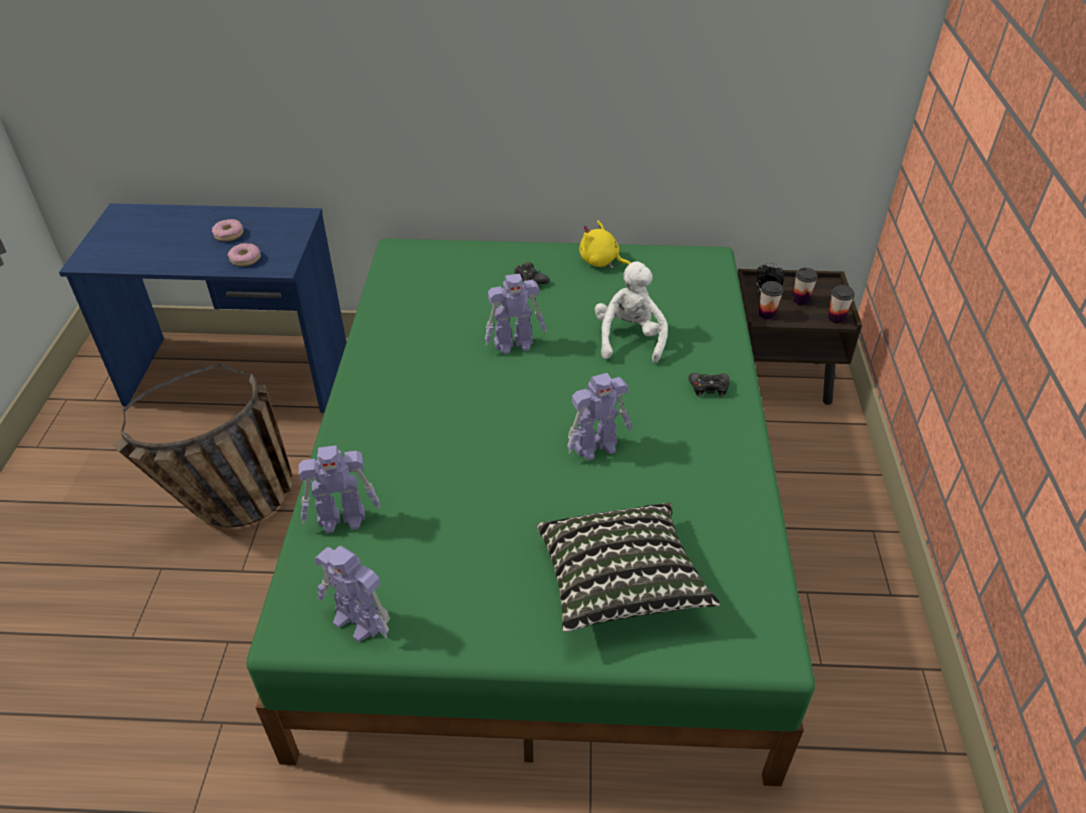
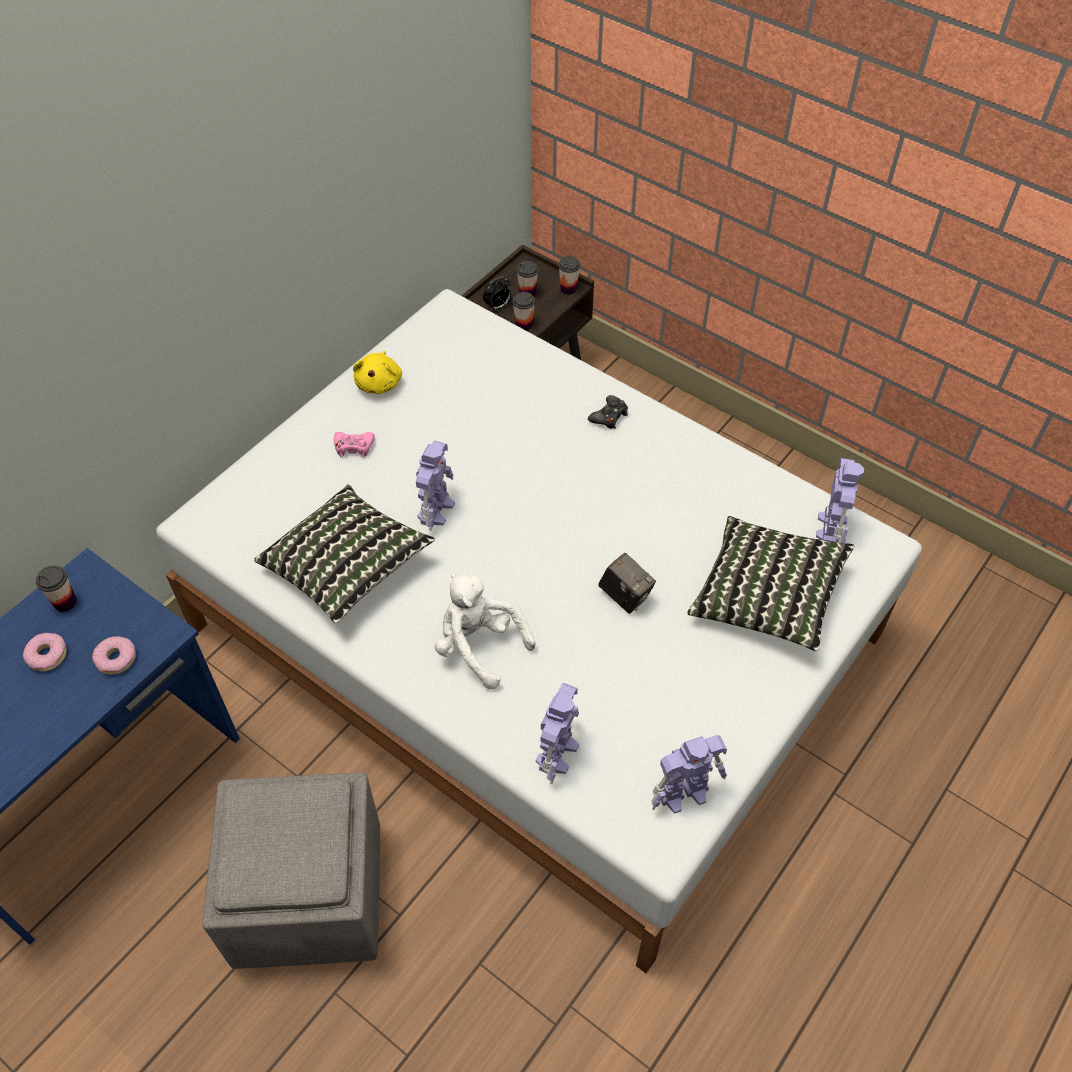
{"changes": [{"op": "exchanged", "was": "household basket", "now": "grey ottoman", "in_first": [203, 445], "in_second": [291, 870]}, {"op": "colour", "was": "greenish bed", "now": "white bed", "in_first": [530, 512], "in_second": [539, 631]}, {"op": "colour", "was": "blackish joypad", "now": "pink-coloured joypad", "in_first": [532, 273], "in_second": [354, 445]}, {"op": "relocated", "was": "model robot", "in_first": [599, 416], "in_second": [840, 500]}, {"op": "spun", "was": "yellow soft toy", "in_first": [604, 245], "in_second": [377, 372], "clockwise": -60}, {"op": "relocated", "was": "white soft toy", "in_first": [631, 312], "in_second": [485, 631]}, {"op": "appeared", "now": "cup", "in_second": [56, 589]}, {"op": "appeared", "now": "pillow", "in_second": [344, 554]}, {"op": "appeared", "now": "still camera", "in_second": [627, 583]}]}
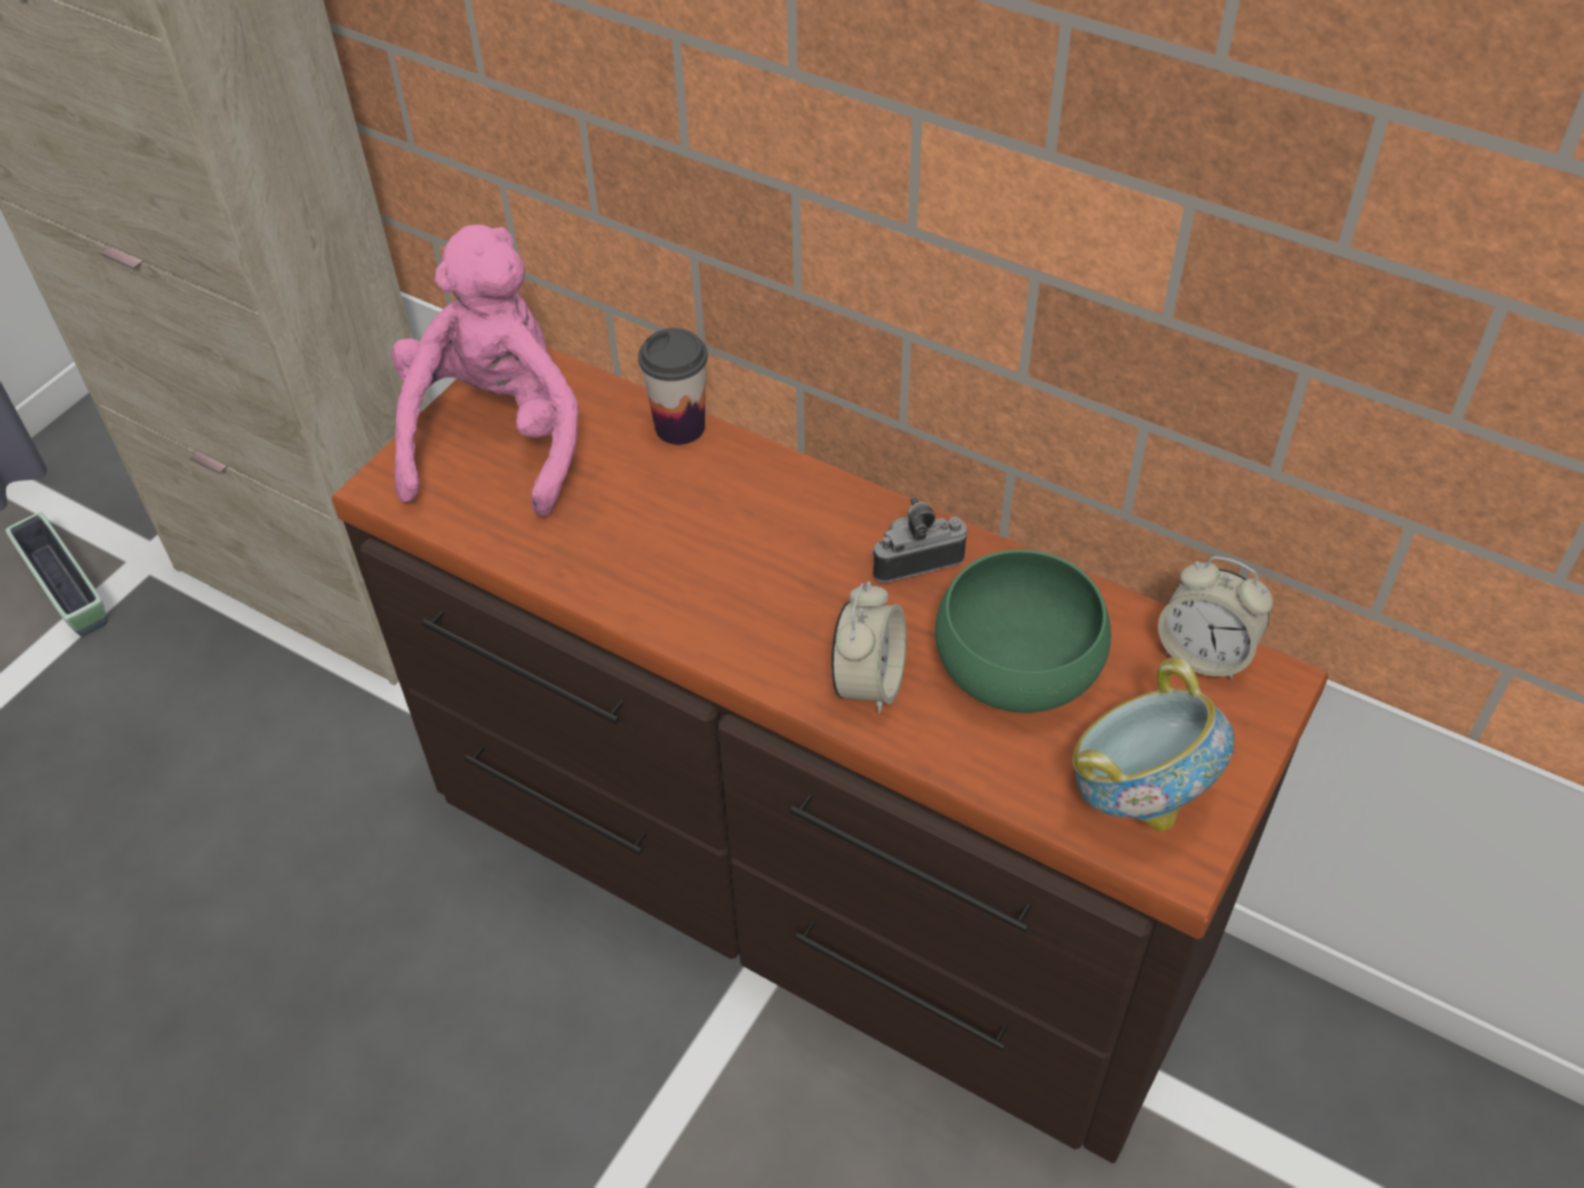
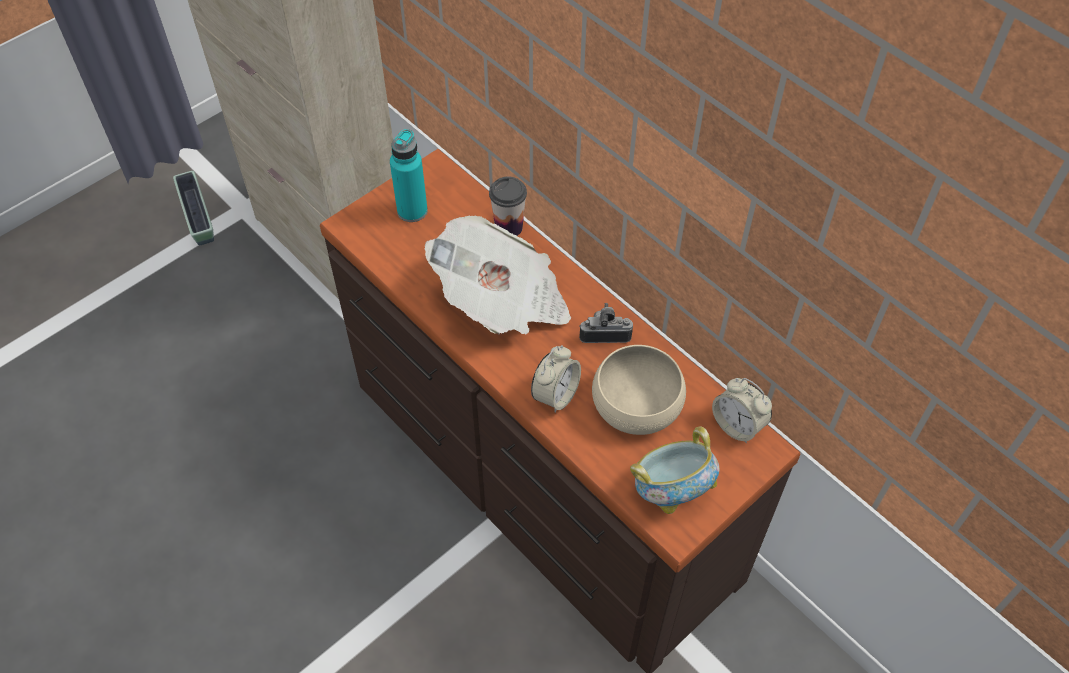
{"changes": [{"op": "exchanged", "was": "pink-coloured soft toy", "now": "blue-green drink bottle", "in_first": [485, 371], "in_second": [409, 175]}, {"op": "colour", "was": "greenish deep dish", "now": "sand-coloured deep dish", "in_first": [1023, 631], "in_second": [639, 390]}, {"op": "appeared", "now": "printed paper", "in_second": [498, 275]}]}
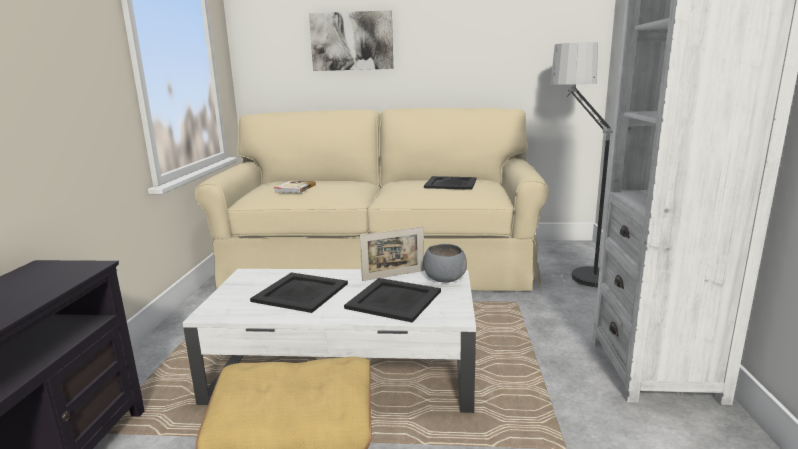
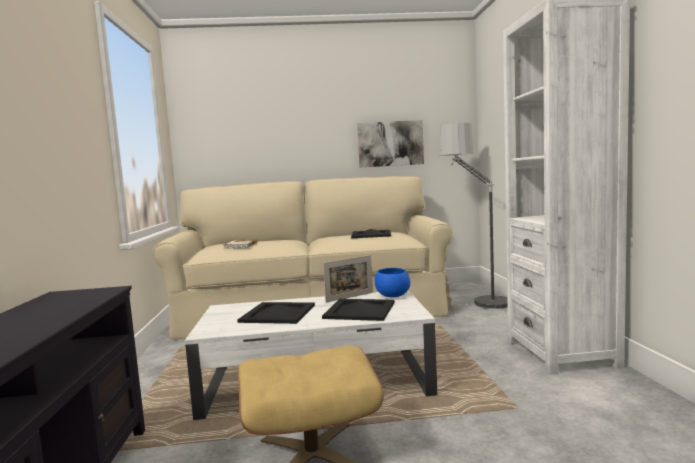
{"changes": [{"op": "relocated", "was": "wall art", "in_first": [351, 40], "in_second": [390, 143]}, {"op": "colour", "was": "grey deep dish", "now": "blue deep dish", "in_first": [445, 263], "in_second": [392, 282]}]}
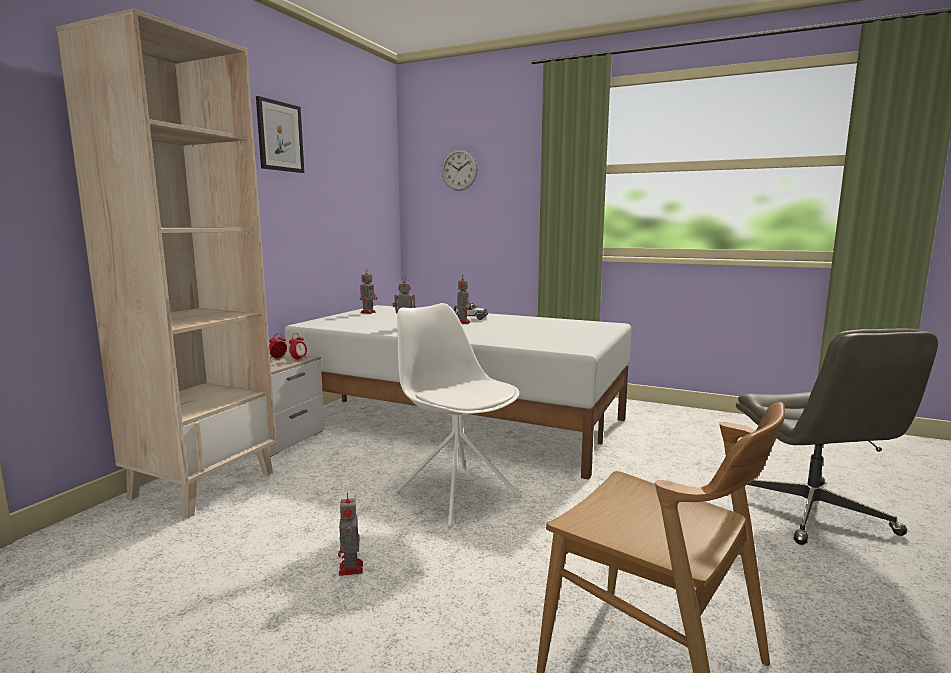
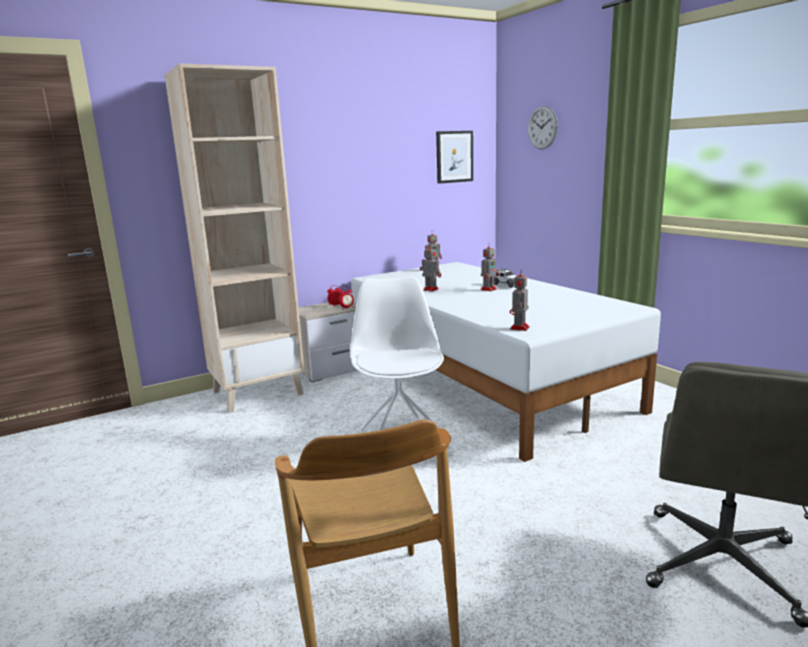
{"changes": [{"op": "relocated", "was": "wall art", "in_first": [280, 134], "in_second": [454, 157]}, {"op": "relocated", "was": "model robot", "in_first": [350, 534], "in_second": [520, 300]}]}
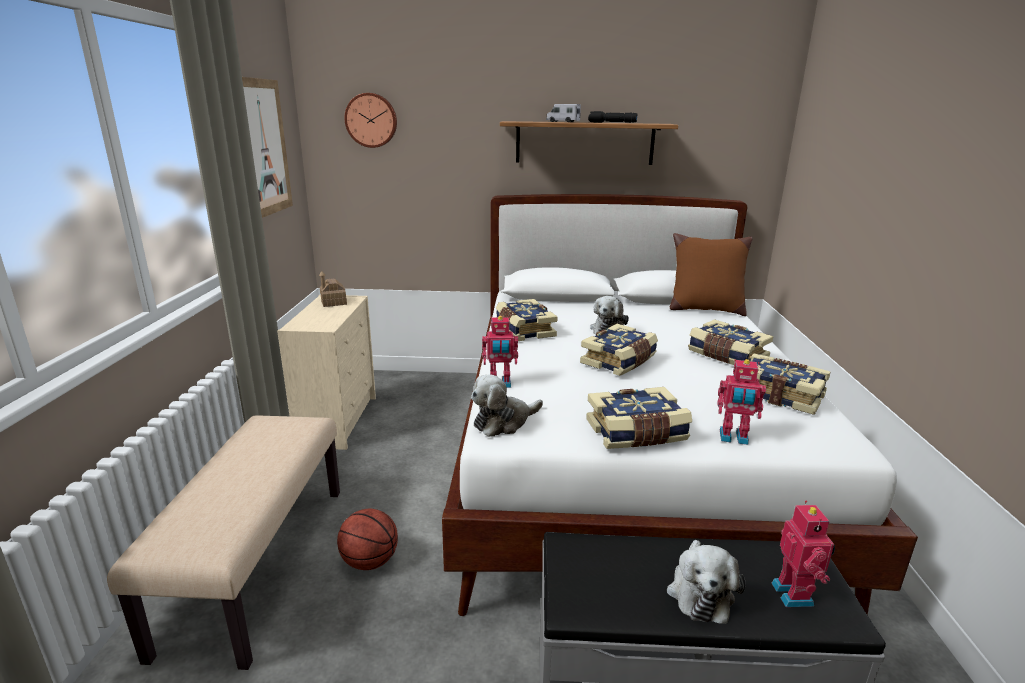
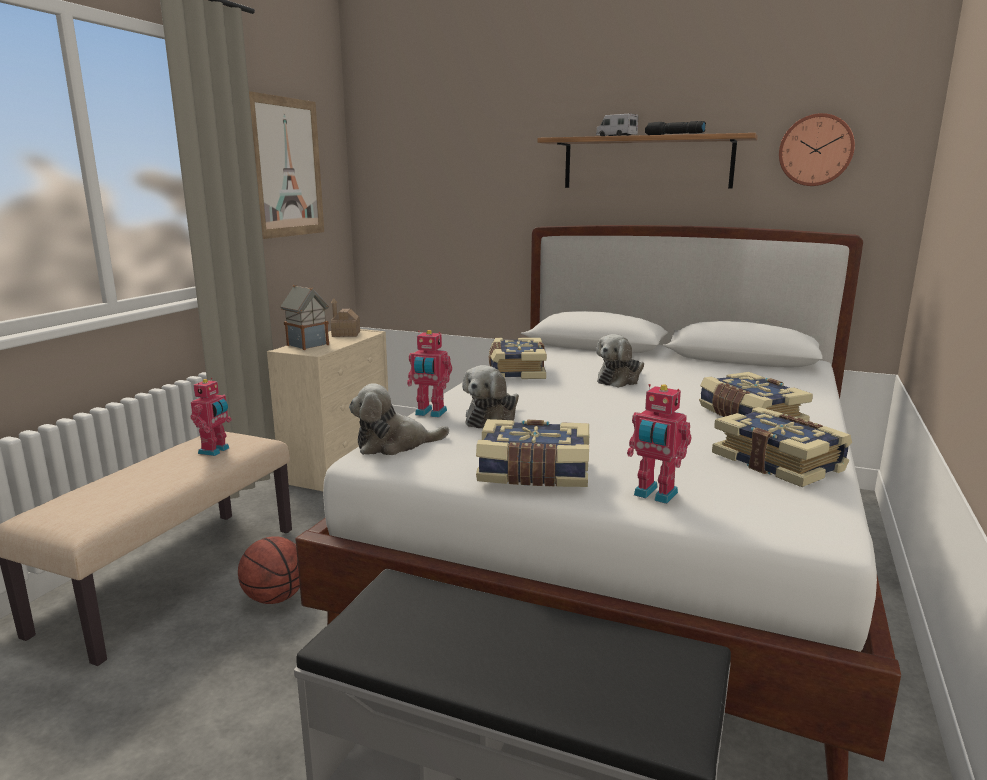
{"changes": [{"op": "relocated", "was": "wall clock", "in_first": [370, 120], "in_second": [817, 149]}, {"op": "missing", "was": "book", "in_first": [619, 350]}, {"op": "relocated", "was": "soft toy", "in_first": [706, 582], "in_second": [490, 396]}, {"op": "missing", "was": "brown-coloured pillow", "in_first": [711, 274]}, {"op": "relocated", "was": "model robot", "in_first": [803, 554], "in_second": [211, 417]}, {"op": "appeared", "now": "model house", "in_second": [304, 317]}]}
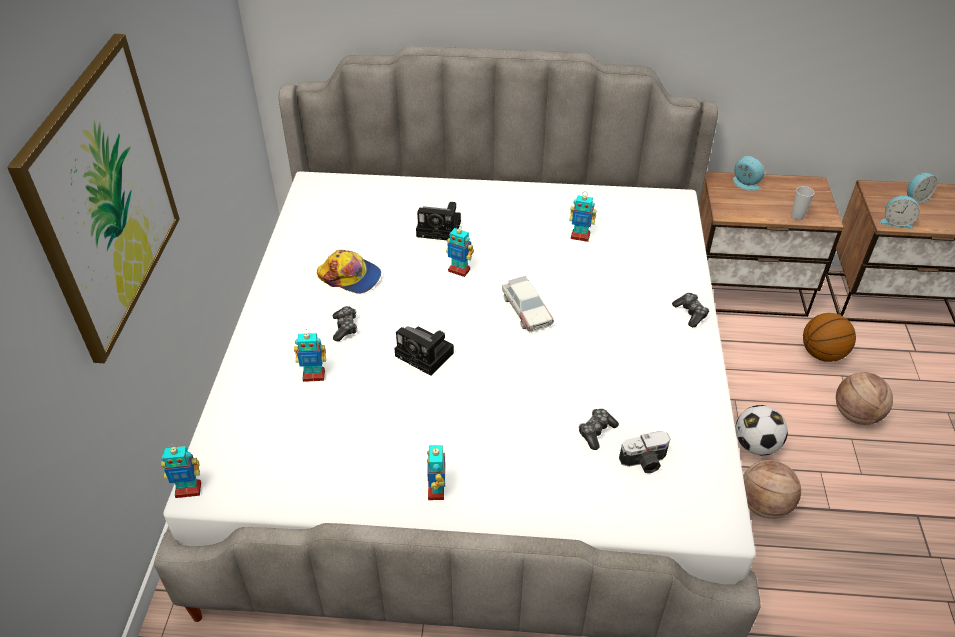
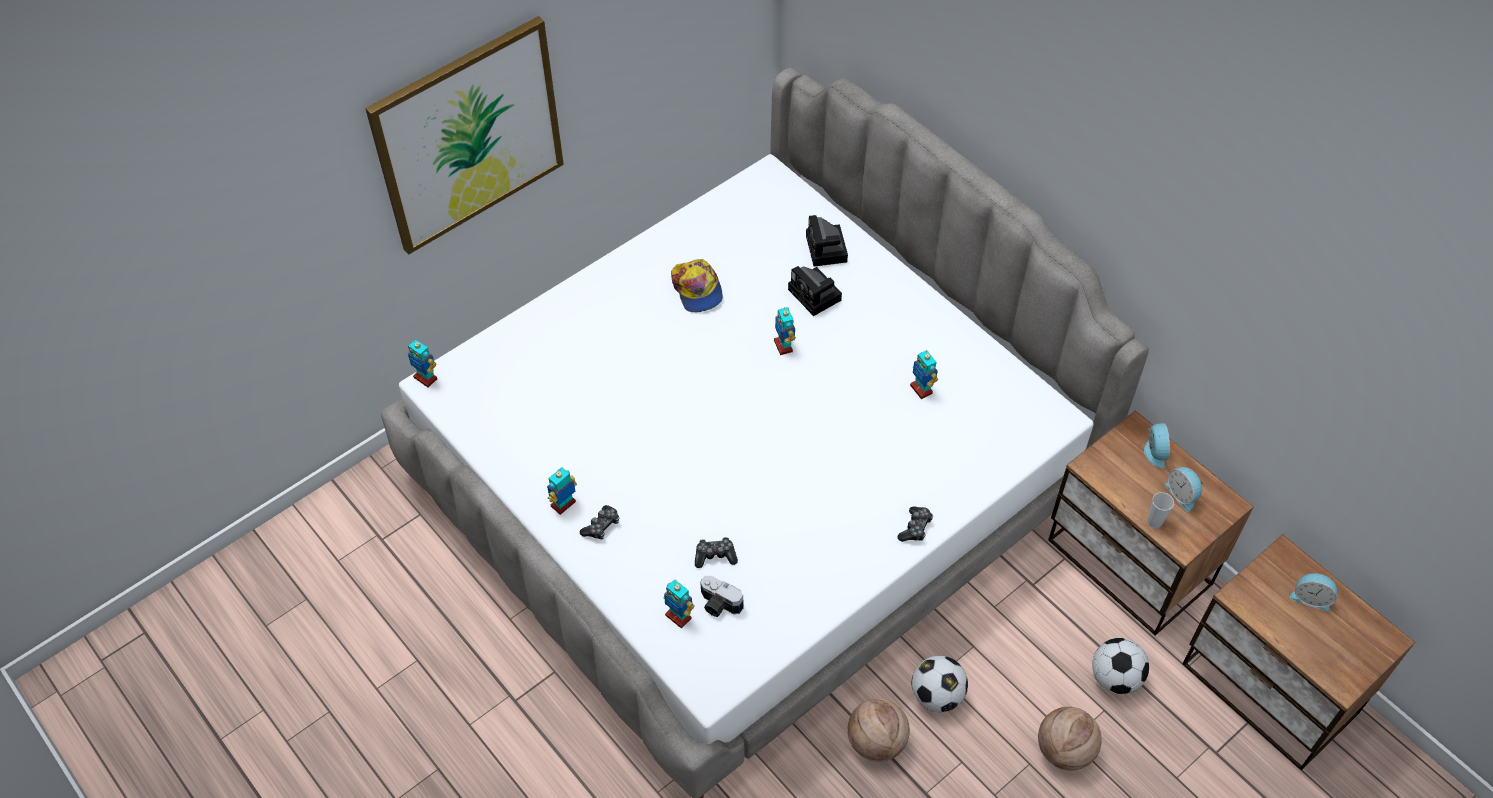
{"changes": [{"op": "relocated", "was": "model robot", "in_first": [310, 356], "in_second": [679, 604]}, {"op": "relocated", "was": "joypad", "in_first": [345, 323], "in_second": [600, 522]}, {"op": "relocated", "was": "still camera", "in_first": [424, 351], "in_second": [827, 241]}, {"op": "missing", "was": "miniature car", "in_first": [528, 304]}, {"op": "exchanged", "was": "basketball ball", "now": "football", "in_first": [829, 337], "in_second": [1120, 666]}, {"op": "relocated", "was": "alarm clock", "in_first": [900, 212], "in_second": [1184, 489]}]}
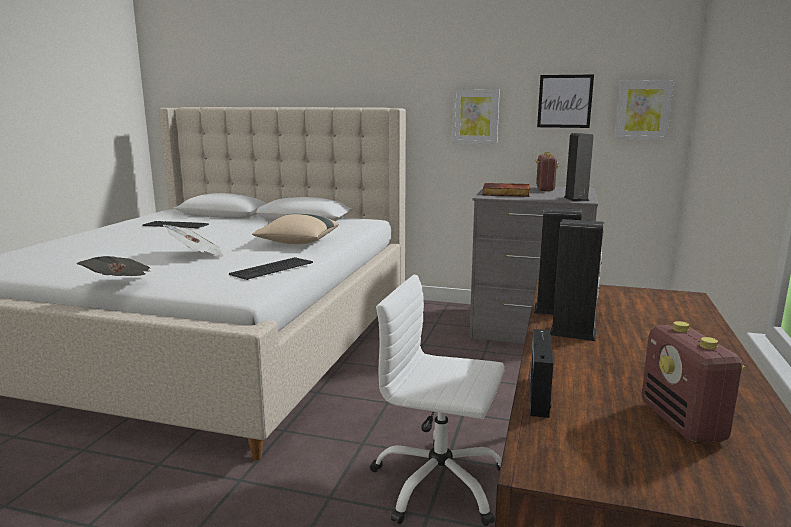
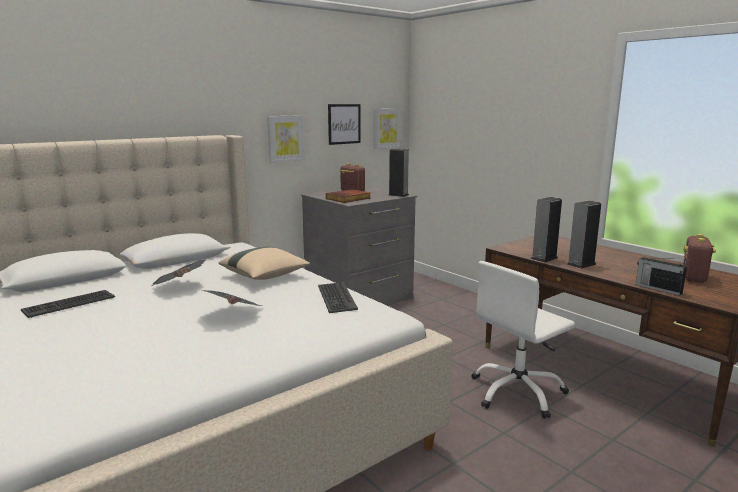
{"changes": [{"op": "relocated", "was": "printed paper", "in_first": [113, 266], "in_second": [178, 273]}, {"op": "spun", "was": "radio receiver", "in_first": [694, 382], "in_second": [699, 258], "clockwise": 90}]}
